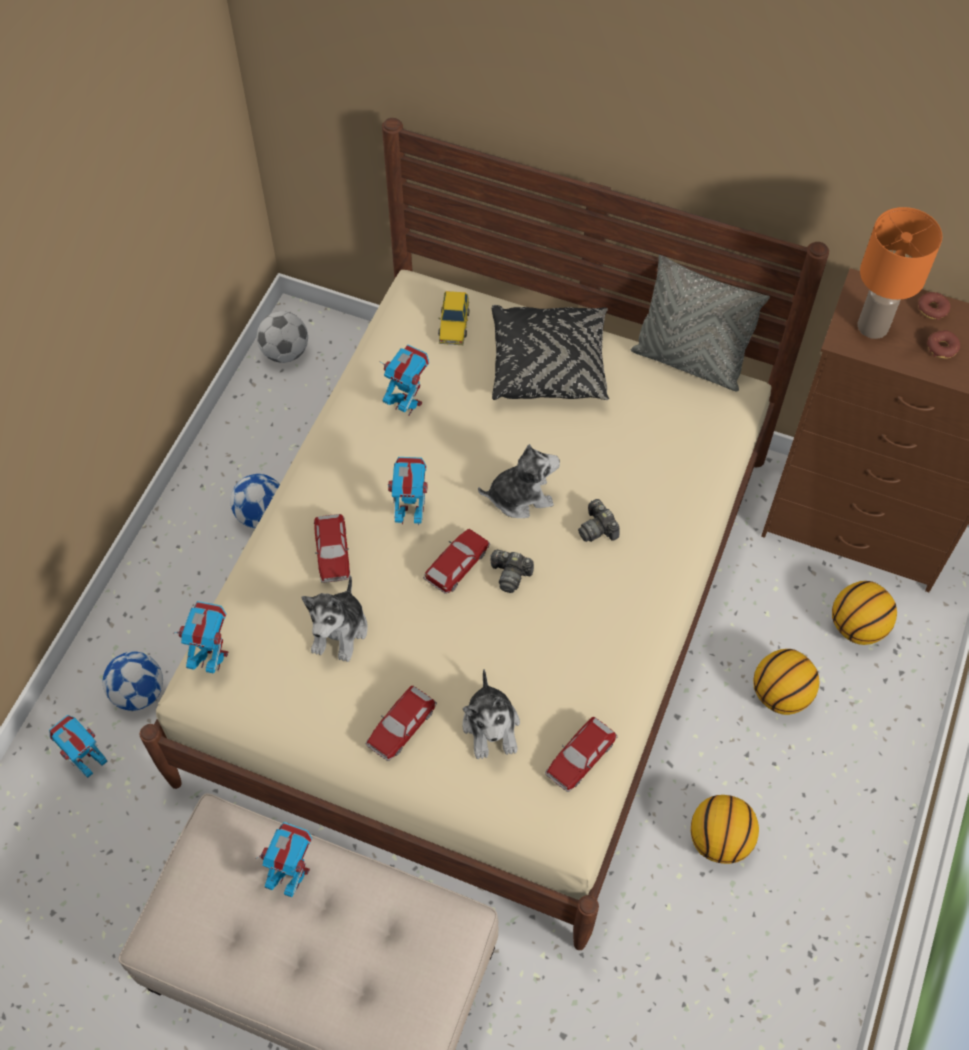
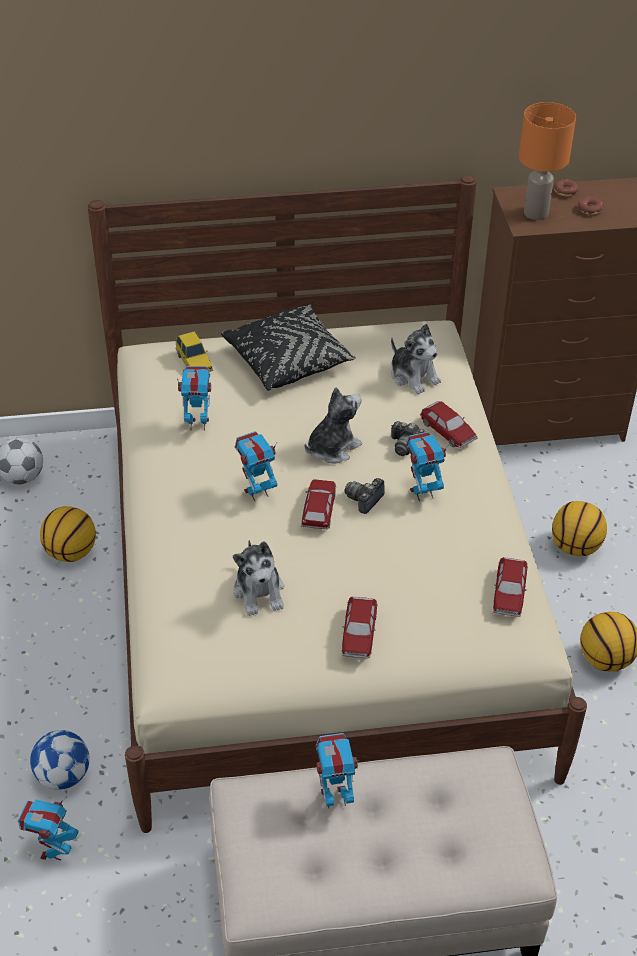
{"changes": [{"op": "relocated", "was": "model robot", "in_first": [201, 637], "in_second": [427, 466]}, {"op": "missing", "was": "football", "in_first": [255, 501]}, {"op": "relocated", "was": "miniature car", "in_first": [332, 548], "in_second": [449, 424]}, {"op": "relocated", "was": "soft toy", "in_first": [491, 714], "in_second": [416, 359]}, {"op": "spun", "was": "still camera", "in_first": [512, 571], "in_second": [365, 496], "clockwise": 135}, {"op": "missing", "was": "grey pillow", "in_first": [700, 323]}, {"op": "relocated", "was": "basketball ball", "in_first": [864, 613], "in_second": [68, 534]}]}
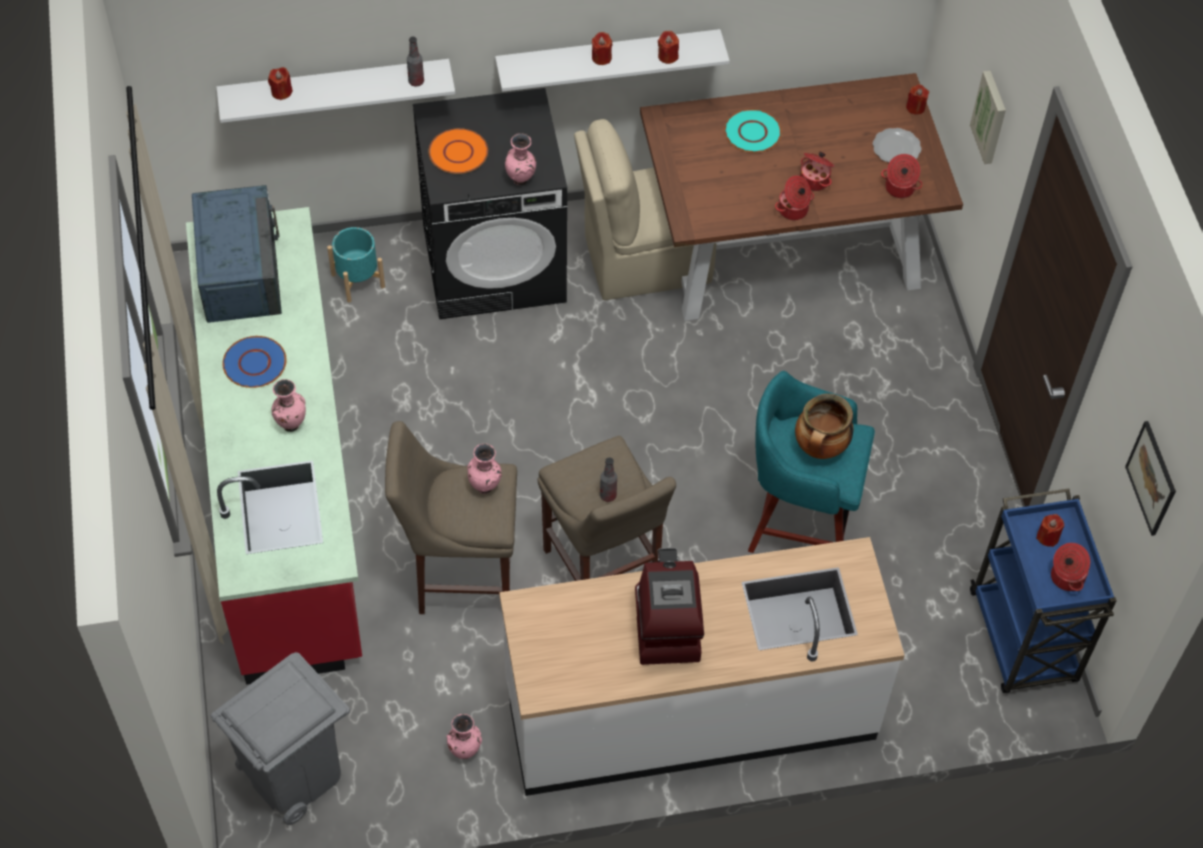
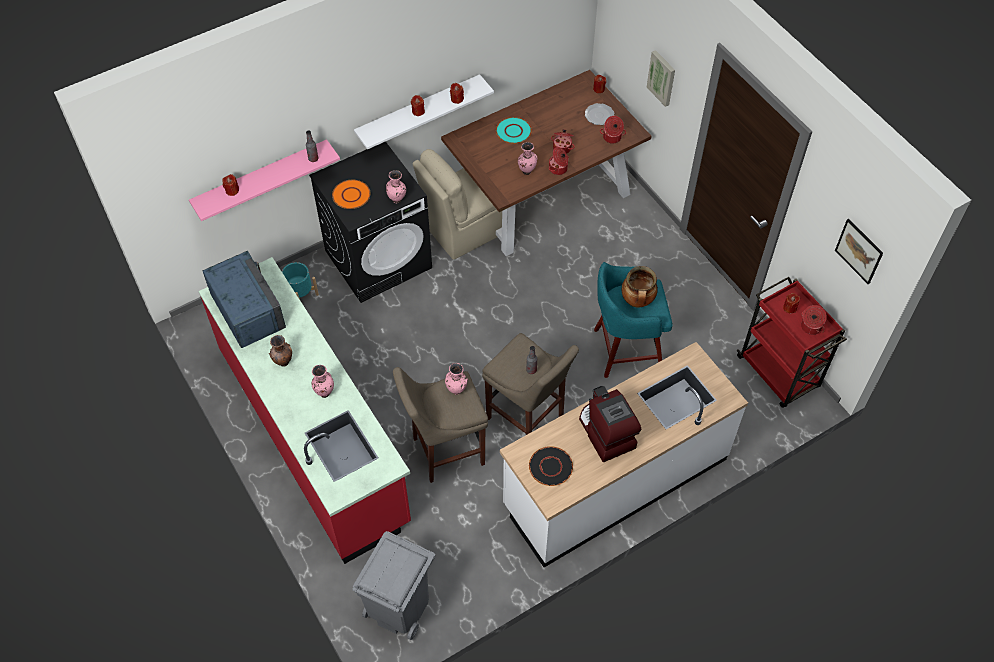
{"changes": [{"op": "colour", "was": "white shelf", "now": "pink-coloured shelf", "in_first": [335, 91], "in_second": [264, 180]}, {"op": "exchanged", "was": "blue flat dish", "now": "brown-coloured vase", "in_first": [254, 362], "in_second": [280, 351]}, {"op": "relocated", "was": "pink-coloured vase", "in_first": [464, 736], "in_second": [528, 158]}, {"op": "colour", "was": "blue wheeled cart", "now": "red wheeled cart", "in_first": [1043, 591], "in_second": [791, 342]}, {"op": "appeared", "now": "blackish flat dish", "in_second": [551, 466]}]}
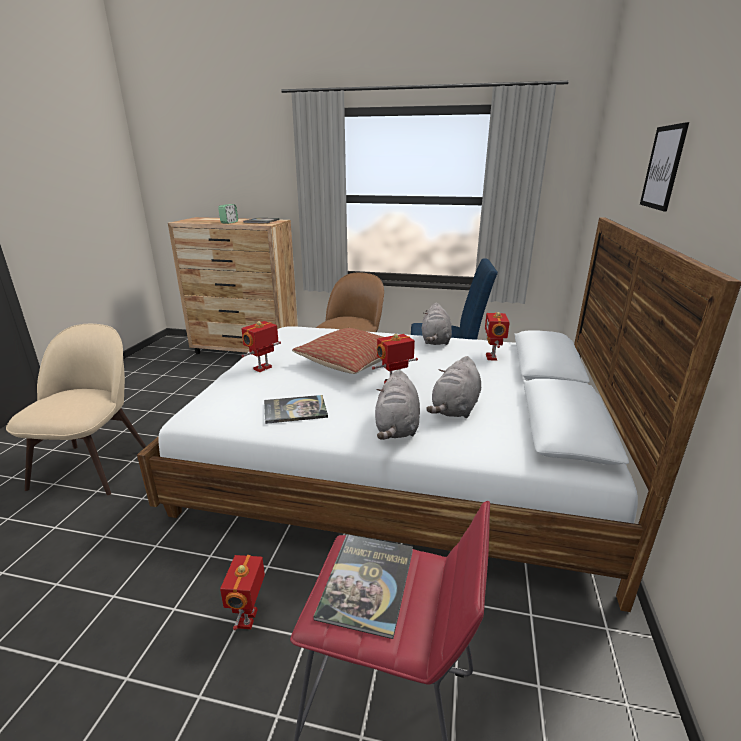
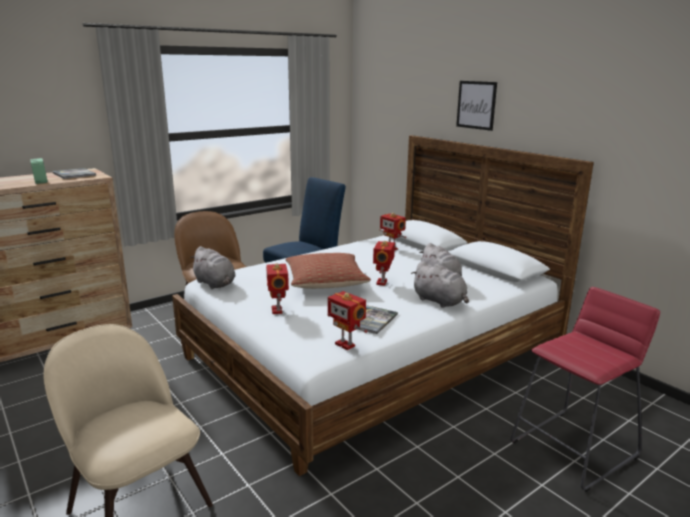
{"changes": [{"op": "relocated", "was": "model robot", "in_first": [242, 592], "in_second": [348, 320]}, {"op": "missing", "was": "book", "in_first": [363, 586]}, {"op": "relocated", "was": "grey soft toy", "in_first": [437, 323], "in_second": [213, 267]}]}
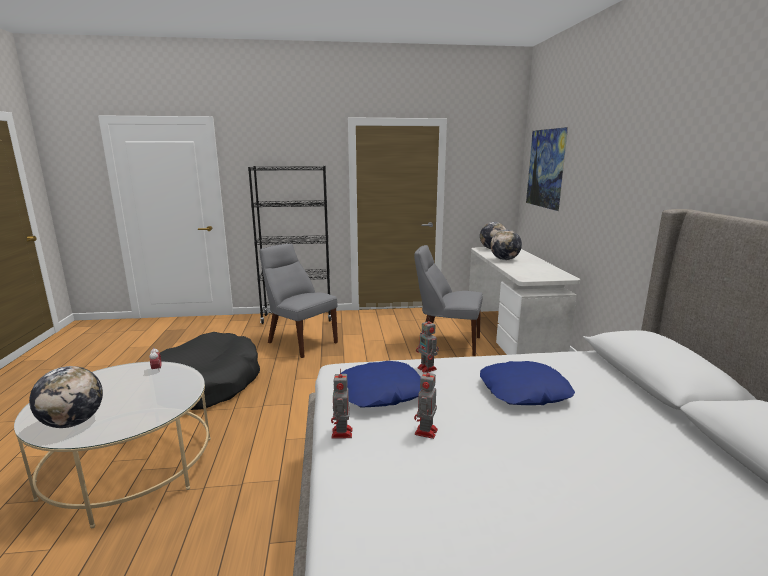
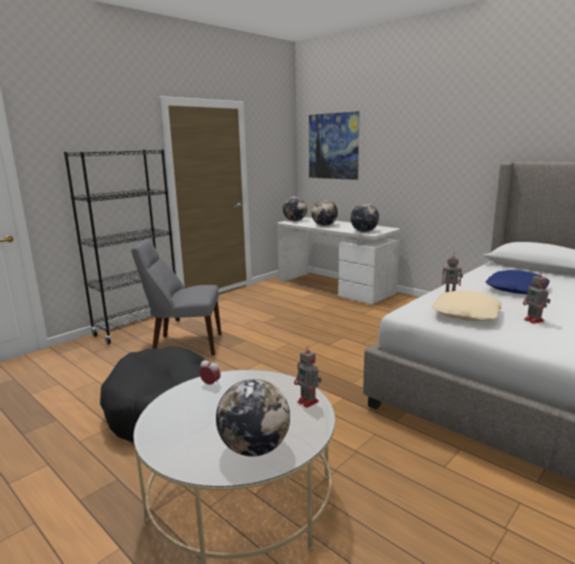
{"changes": [{"op": "relocated", "was": "model robot", "in_first": [341, 403], "in_second": [307, 376]}, {"op": "colour", "was": "blue pillow", "now": "sand-coloured pillow", "in_first": [381, 384], "in_second": [466, 306]}, {"op": "missing", "was": "grey plain chair", "in_first": [448, 300]}, {"op": "appeared", "now": "desk globe", "in_second": [364, 217]}]}
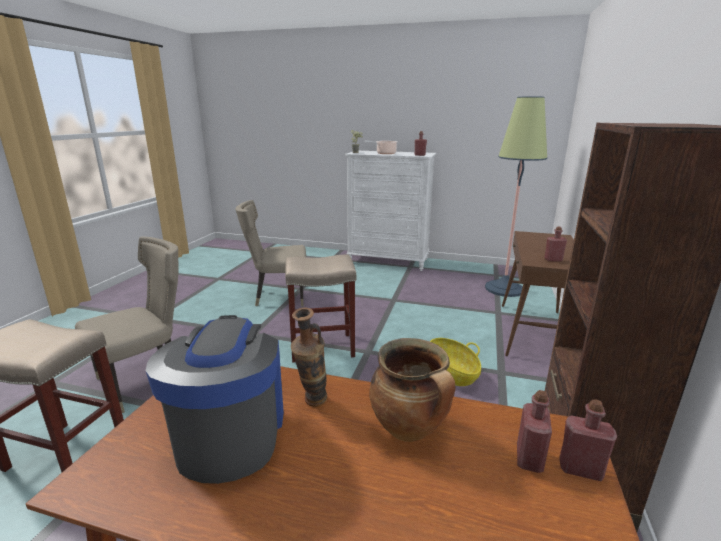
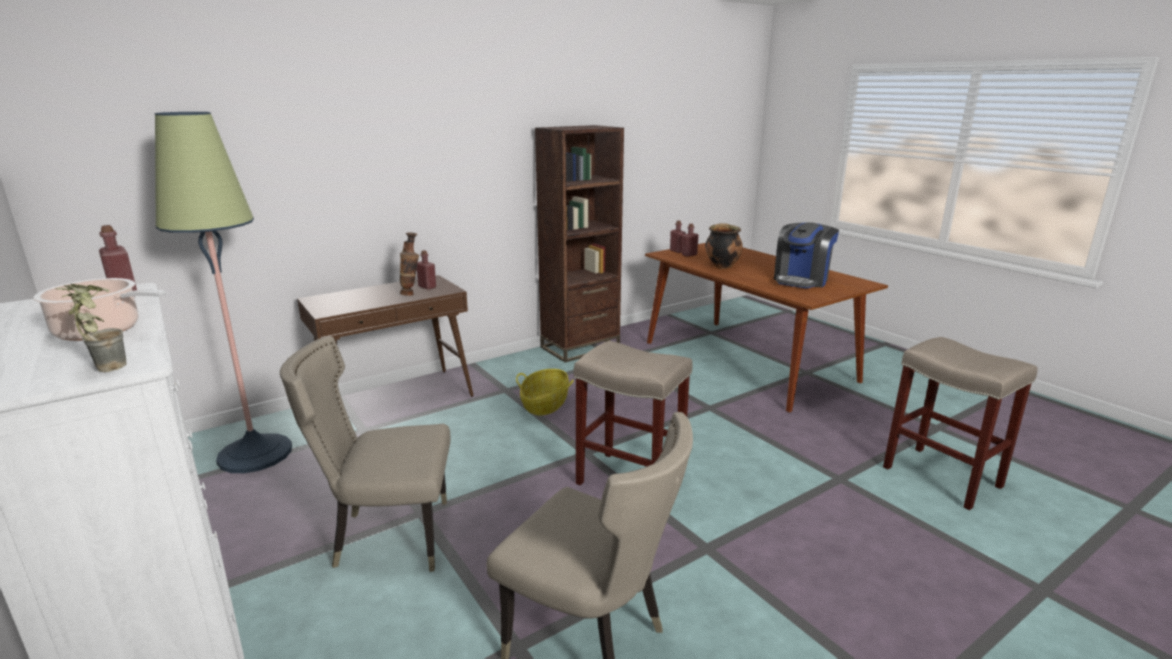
{"changes": [{"op": "relocated", "was": "sand-coloured plain chair", "in_first": [127, 325], "in_second": [365, 454]}, {"op": "relocated", "was": "vase", "in_first": [309, 357], "in_second": [409, 264]}]}
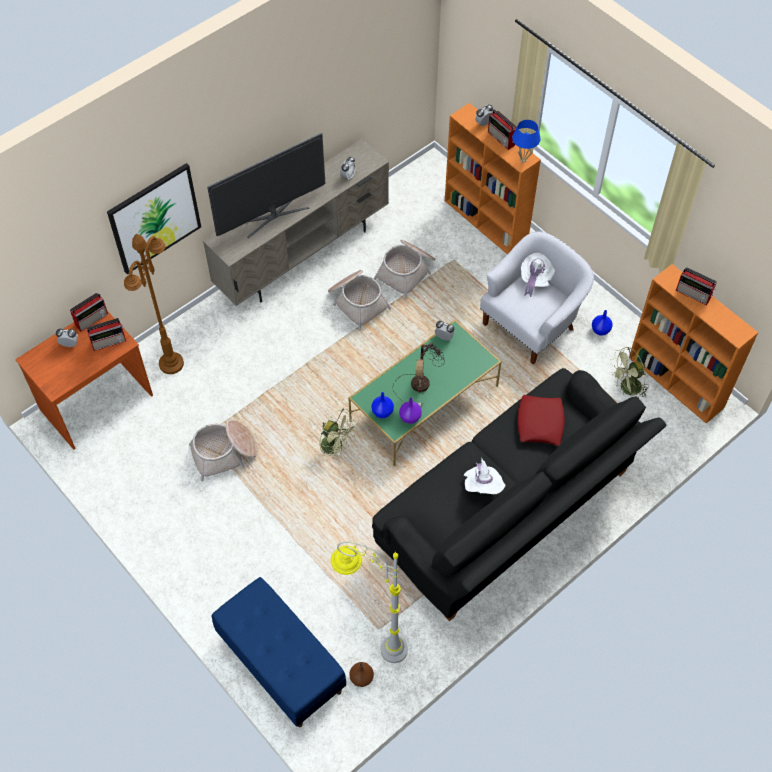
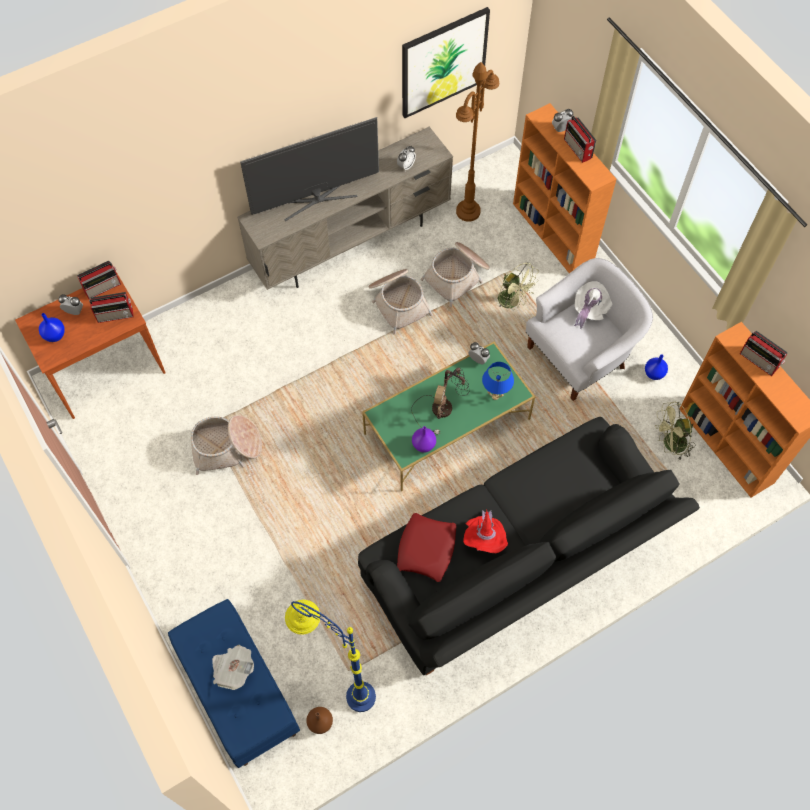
{"changes": [{"op": "relocated", "was": "wall art", "in_first": [154, 218], "in_second": [446, 62]}, {"op": "relocated", "was": "brown-coloured standing lamp", "in_first": [154, 304], "in_second": [477, 142]}, {"op": "relocated", "was": "greenish cooling fan", "in_first": [338, 432], "in_second": [518, 286]}, {"op": "colour", "was": "grey standing lamp", "now": "blue standing lamp", "in_first": [369, 602], "in_second": [330, 656]}, {"op": "relocated", "was": "blue vase", "in_first": [382, 405], "in_second": [52, 327]}, {"op": "colour", "was": "white wearable hat", "now": "red wearable hat", "in_first": [484, 475], "in_second": [485, 531]}, {"op": "relocated", "was": "blue table lamp", "in_first": [526, 141], "in_second": [498, 381]}, {"op": "relocated", "was": "red pillow", "in_first": [541, 420], "in_second": [427, 547]}, {"op": "appeared", "now": "printed paper", "in_second": [233, 667]}]}
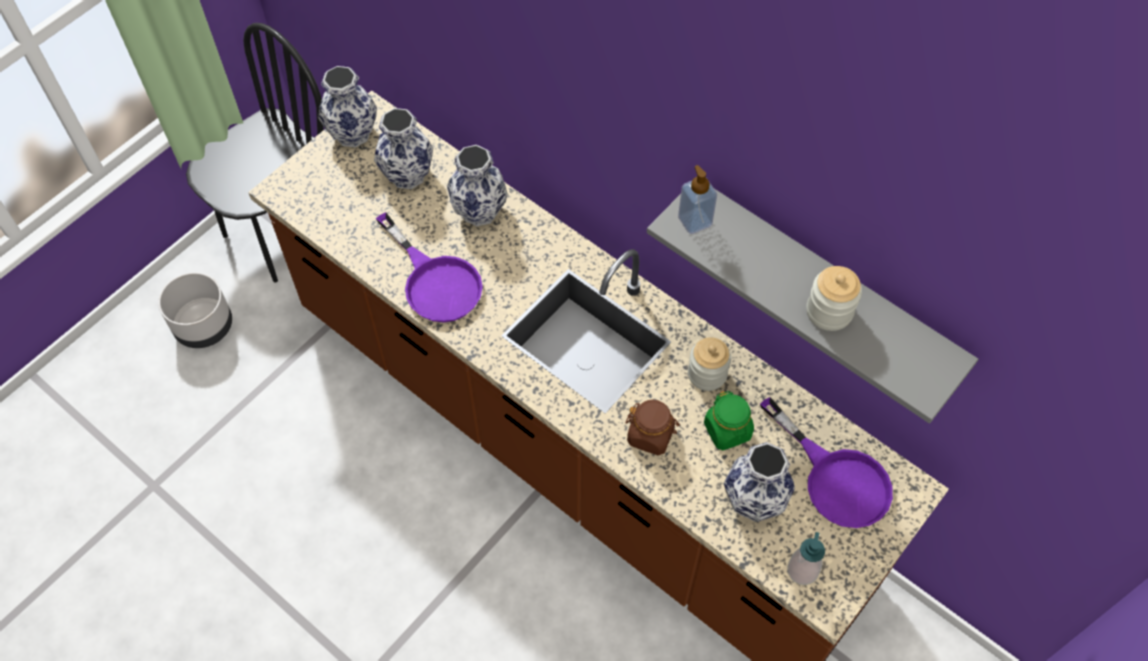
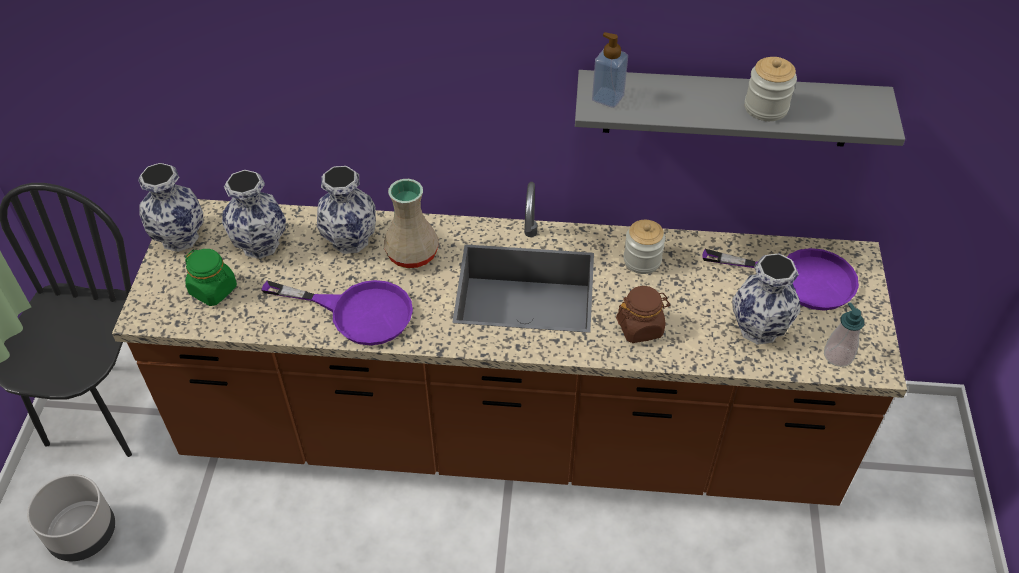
{"changes": [{"op": "relocated", "was": "greenish storage jar", "in_first": [729, 420], "in_second": [211, 277]}, {"op": "appeared", "now": "sand-coloured vase", "in_second": [411, 223]}]}
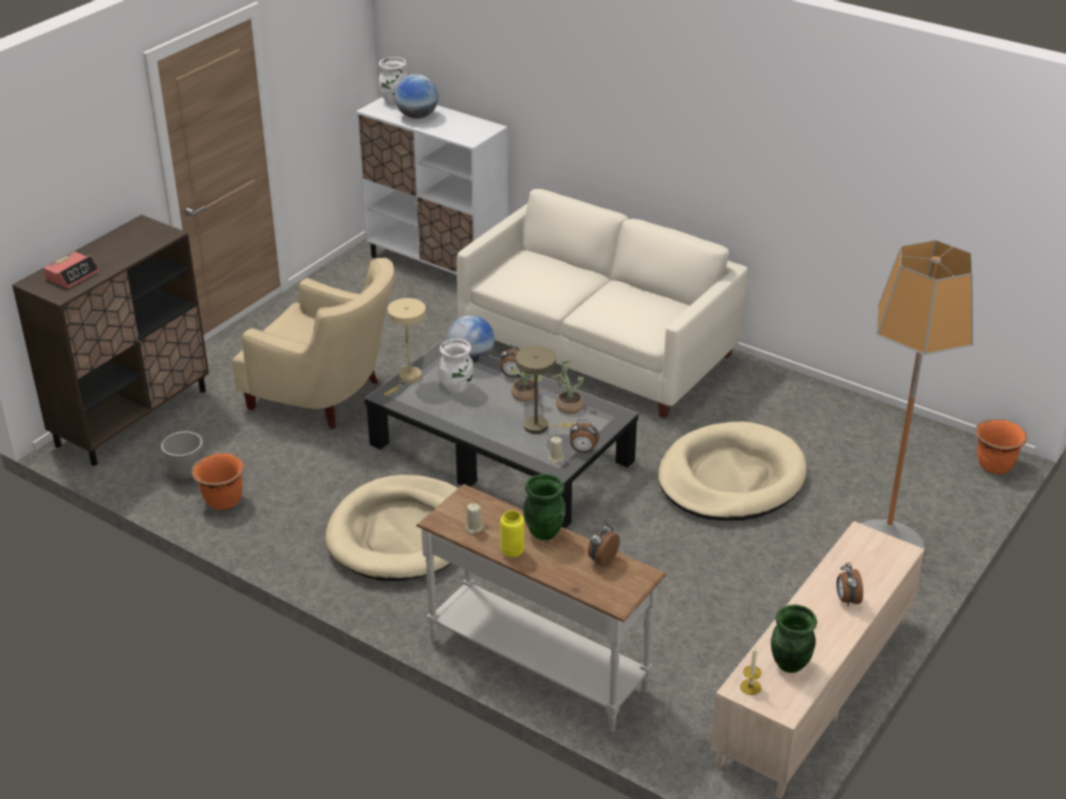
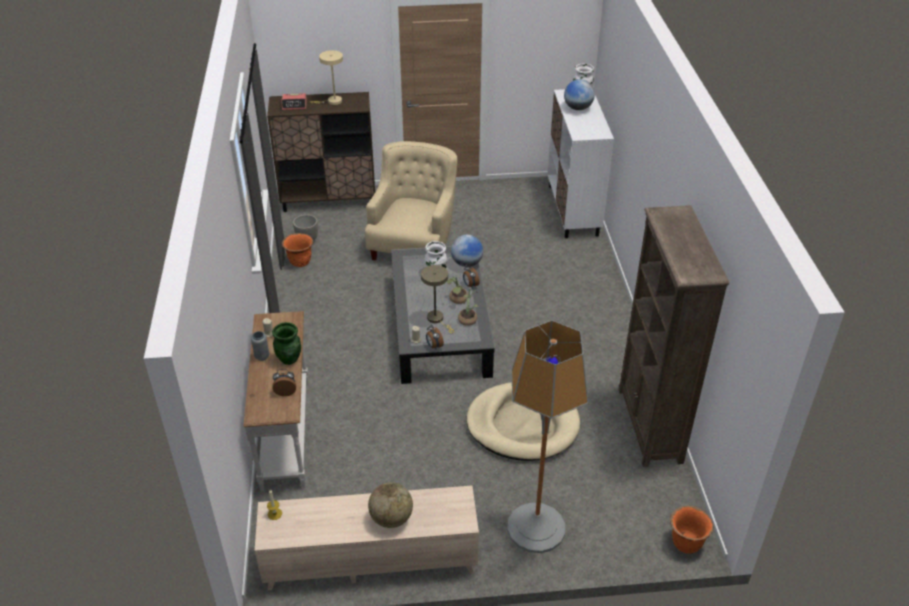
{"changes": [{"op": "spun", "was": "sand-coloured lounge chair", "in_first": [313, 344], "in_second": [411, 201], "clockwise": -150}, {"op": "missing", "was": "sand-coloured pet bed", "in_first": [392, 528]}, {"op": "relocated", "was": "sand-coloured table lamp", "in_first": [405, 347], "in_second": [326, 77]}, {"op": "missing", "was": "white settee", "in_first": [602, 303]}, {"op": "colour", "was": "yellow vase", "now": "grey vase", "in_first": [512, 534], "in_second": [260, 346]}, {"op": "missing", "was": "greenish vase", "in_first": [794, 639]}, {"op": "exchanged", "was": "alarm clock", "now": "desk globe", "in_first": [849, 584], "in_second": [390, 505]}, {"op": "appeared", "now": "brown-coloured shelving unit", "in_second": [674, 336]}]}
